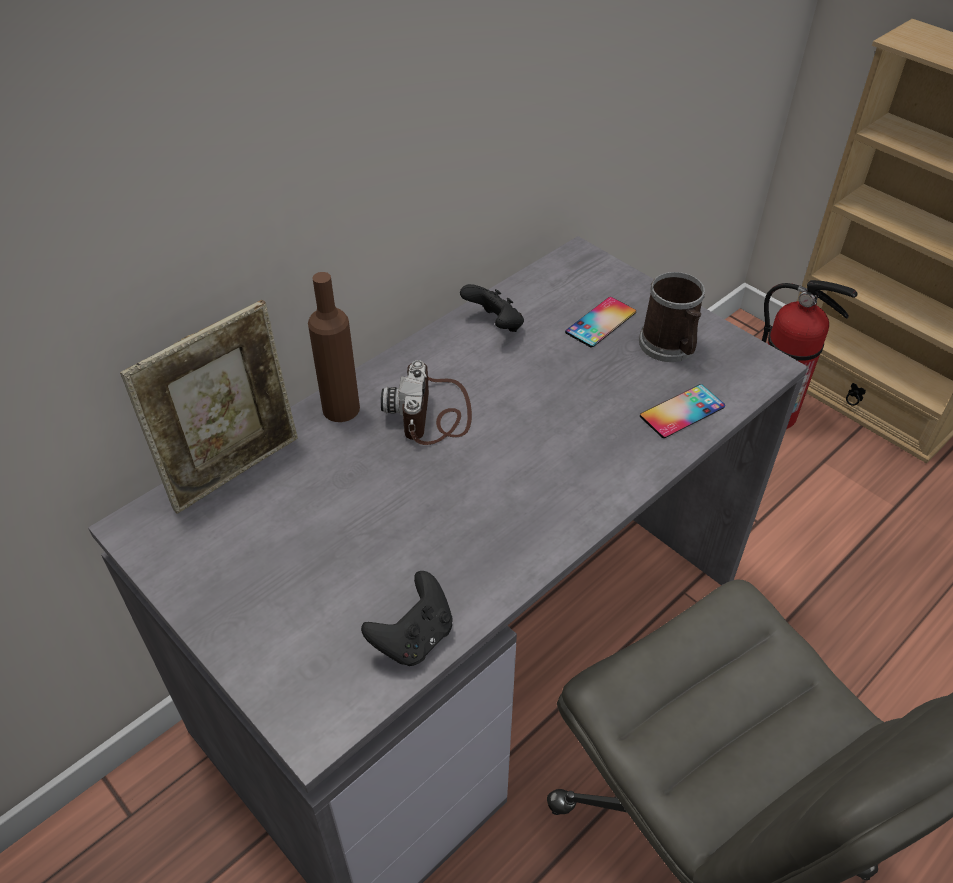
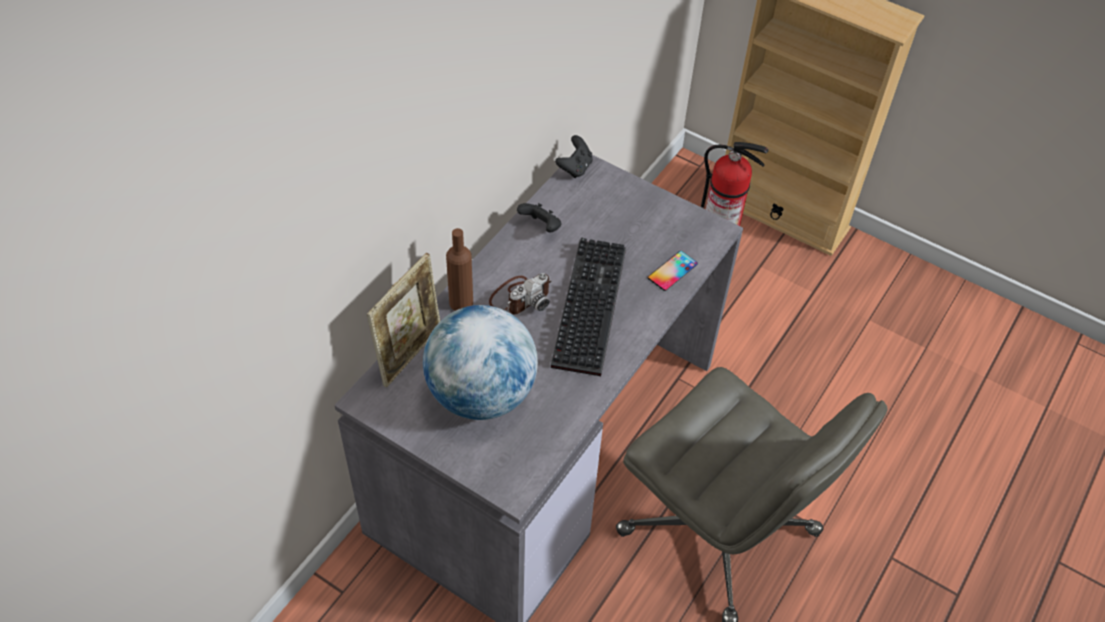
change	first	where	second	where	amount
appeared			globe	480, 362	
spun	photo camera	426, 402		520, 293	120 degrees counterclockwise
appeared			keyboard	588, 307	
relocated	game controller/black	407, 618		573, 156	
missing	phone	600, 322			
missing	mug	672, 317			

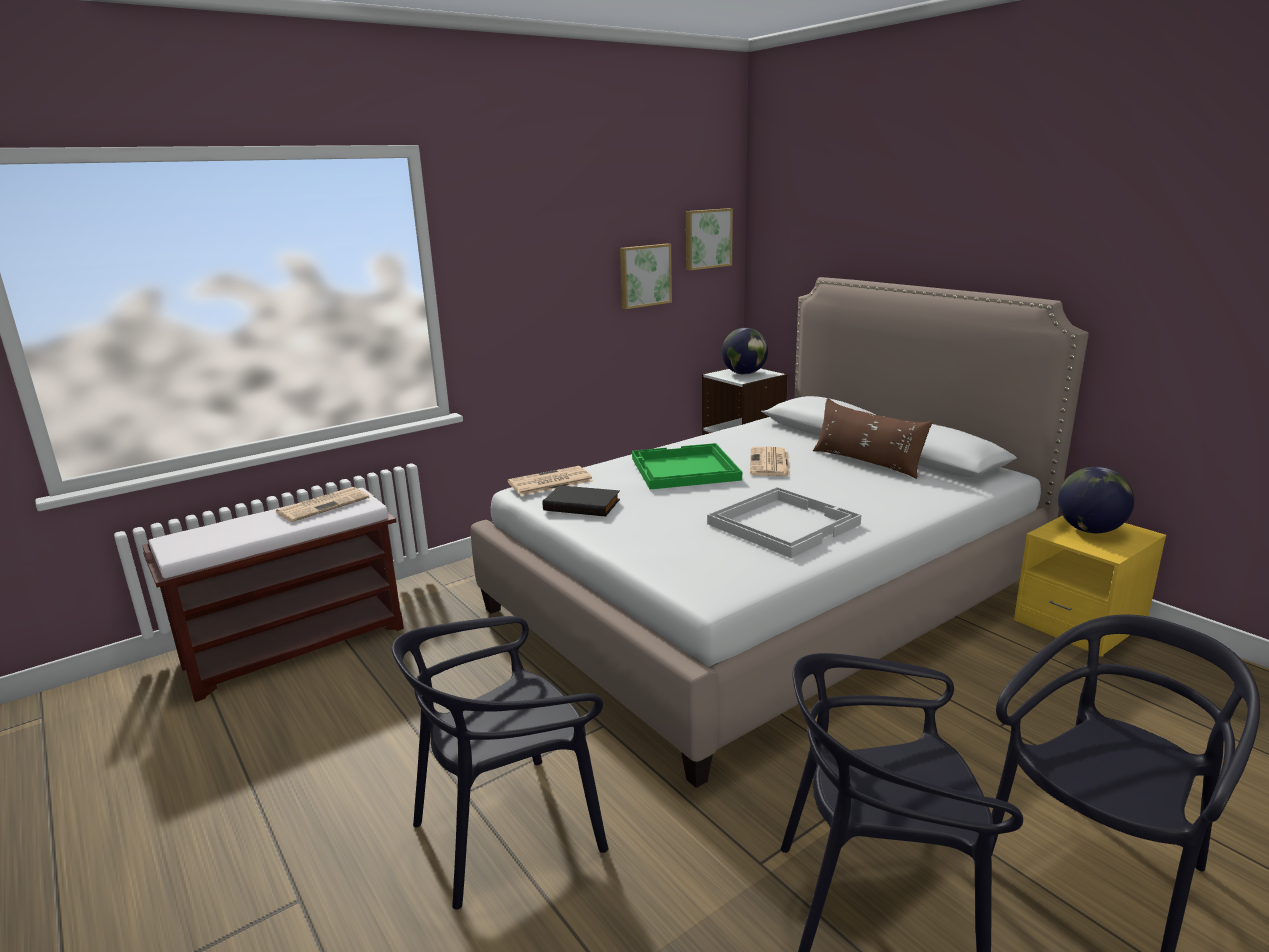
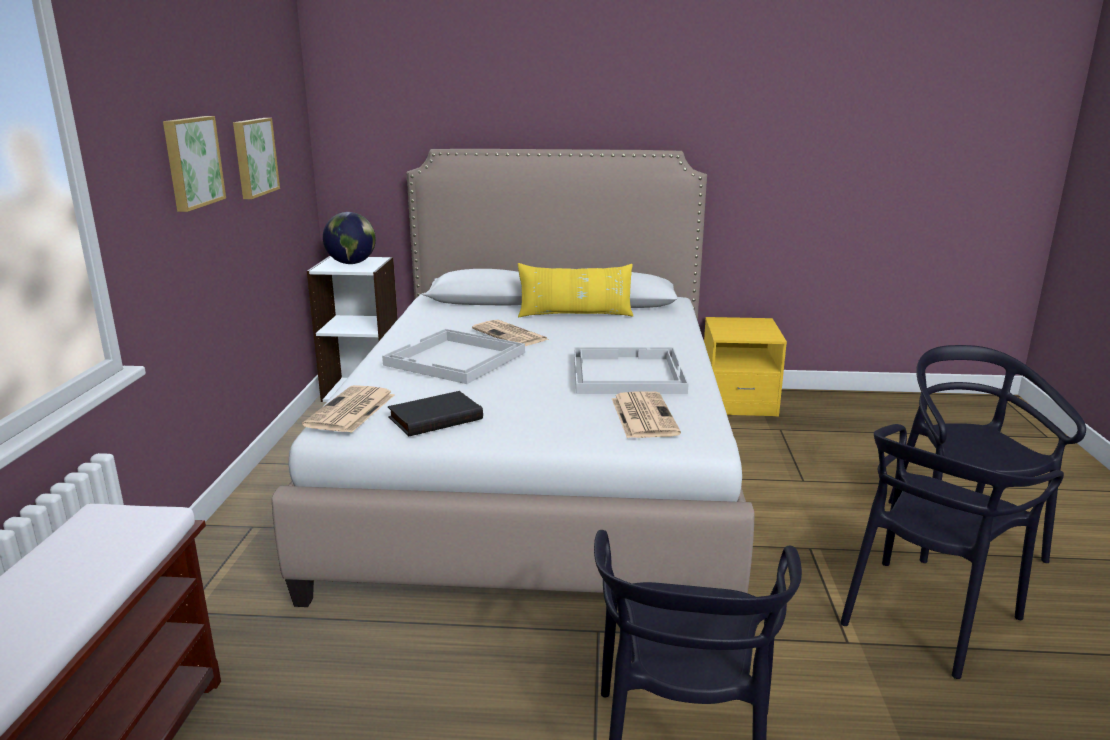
change	first	where	second	where	amount
relocated	picture	709, 239		194, 164	
colour	tray/green	687, 466	tray/white	453, 356	
colour	pillow/brown	872, 438	pillow/yellow	575, 290	
relocated	newspaper	322, 504		646, 414	
missing	globe	1096, 500			

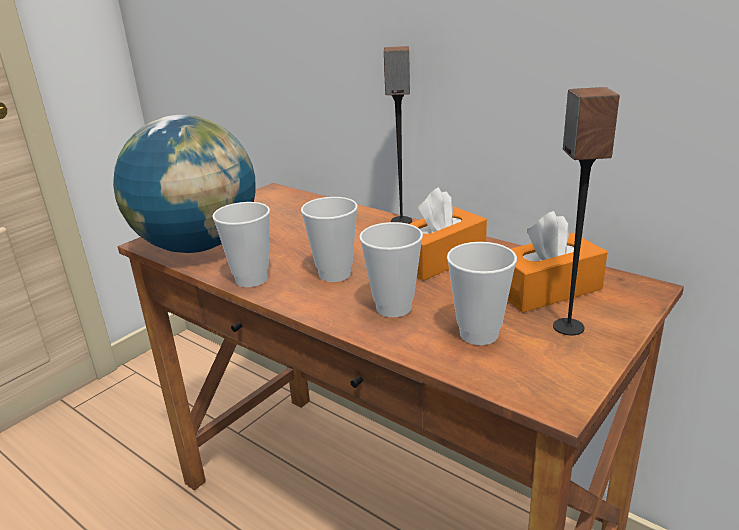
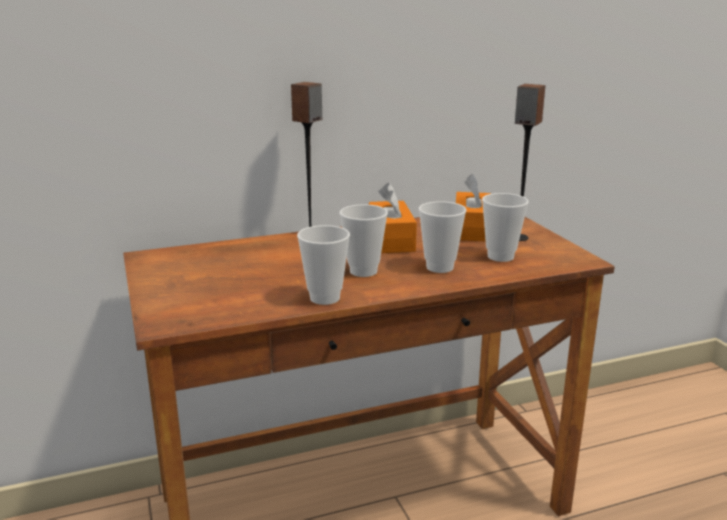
change	first	where	second	where	amount
missing	globe	184, 184			

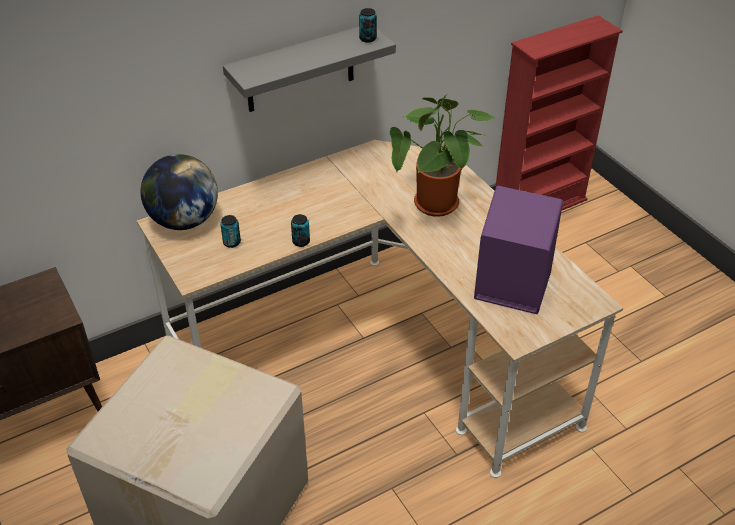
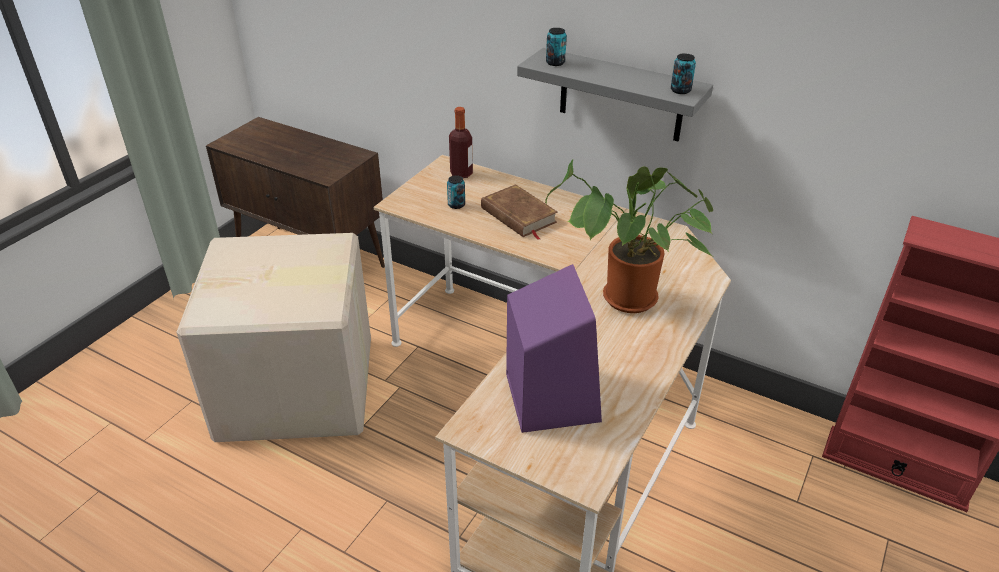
change	first	where	second	where	amount
exchanged	globe	179, 192	bottle	461, 142	
appeared			book/brown	519, 212	
relocated	can	300, 230		556, 47	

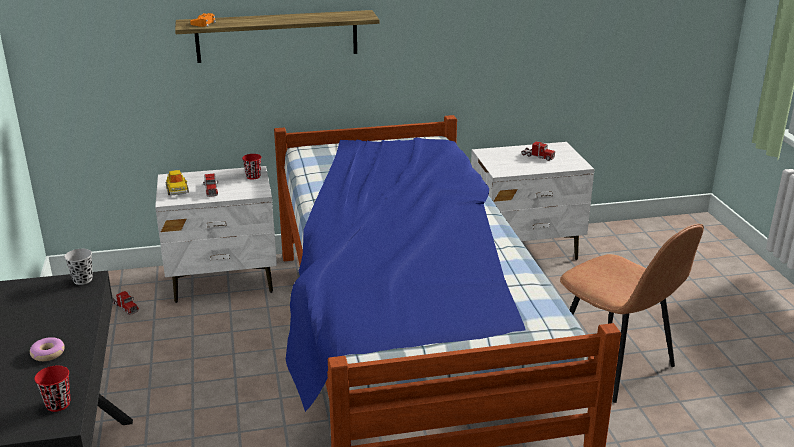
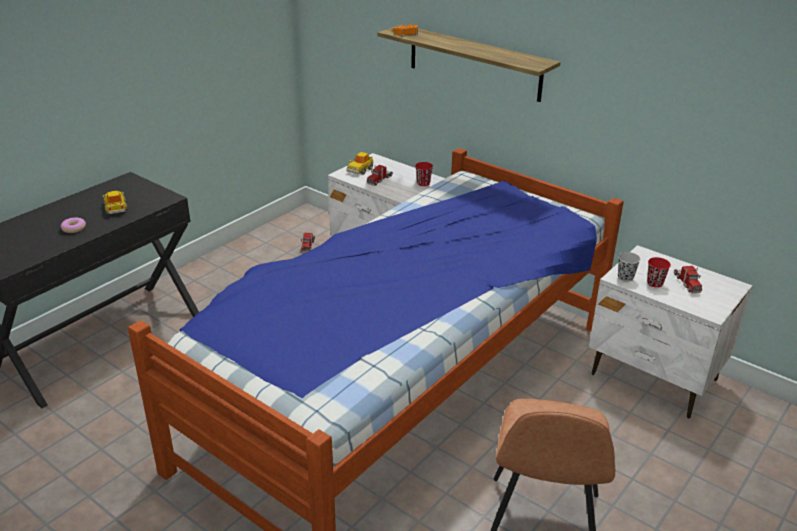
change	first	where	second	where	amount
appeared			toy car	115, 202	
relocated	cup/black	78, 267		629, 267	
relocated	cup/red	52, 389		659, 272	

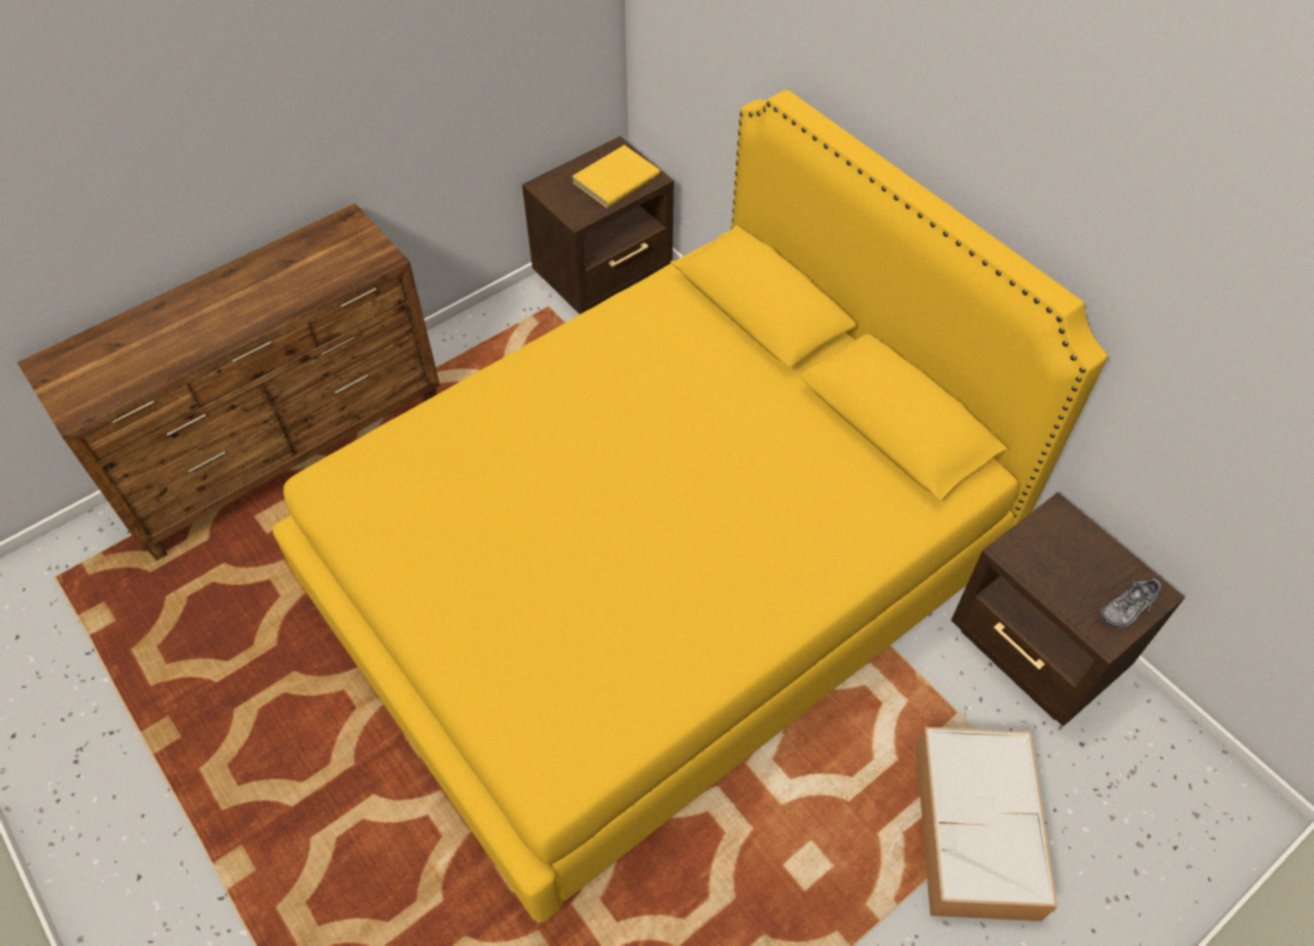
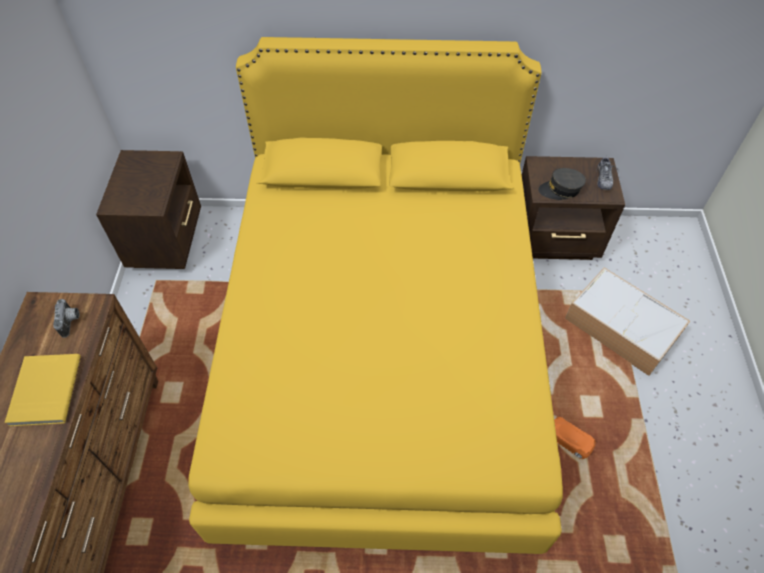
change	first	where	second	where	amount
relocated	book/yellow	616, 176		42, 390	
appeared			photo camera	66, 318	
appeared			cap/grey	562, 184	
appeared			toy car/orange	575, 438	

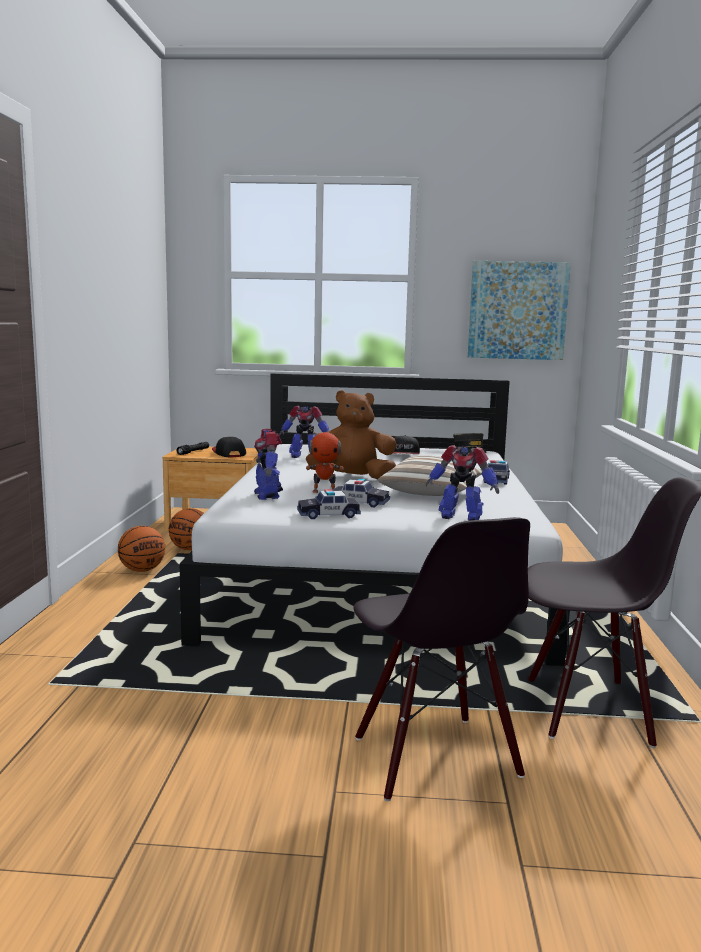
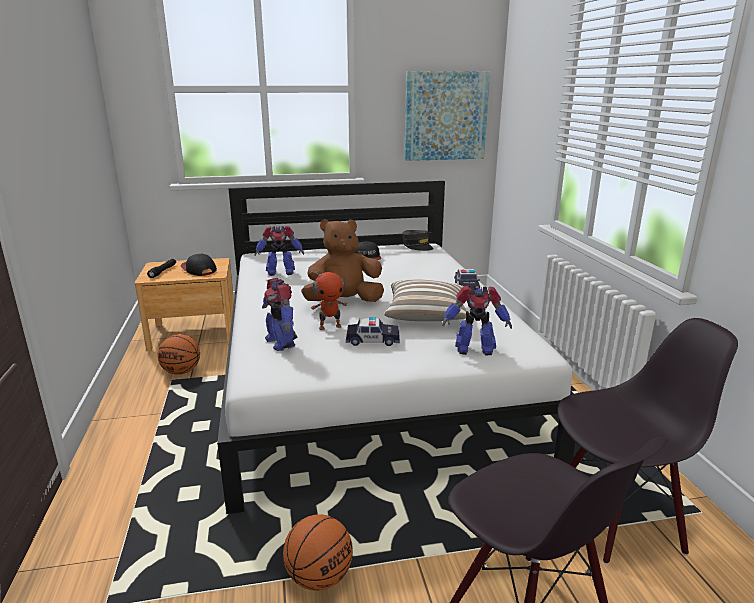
change	first	where	second	where	amount
relocated	basketball	141, 549		318, 552	
missing	toy car	329, 504			

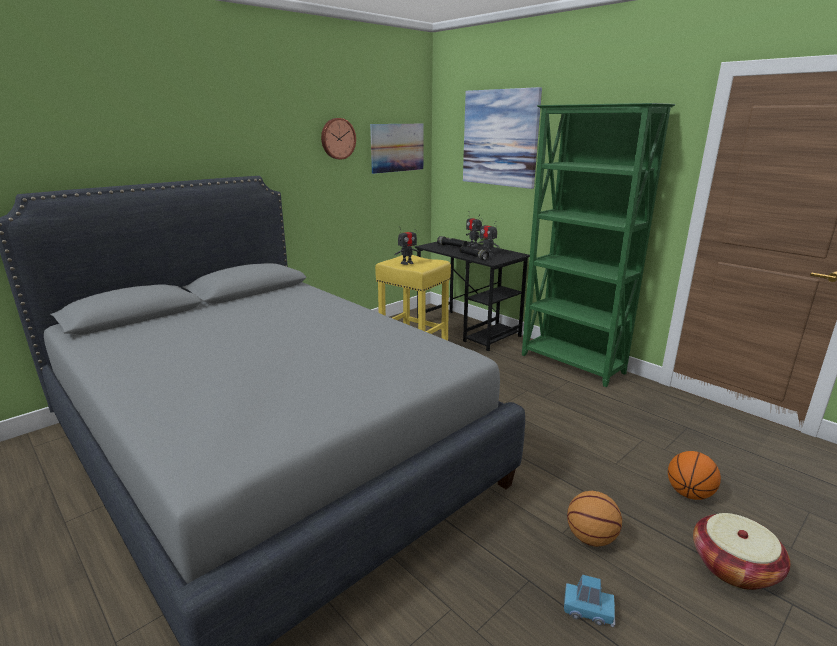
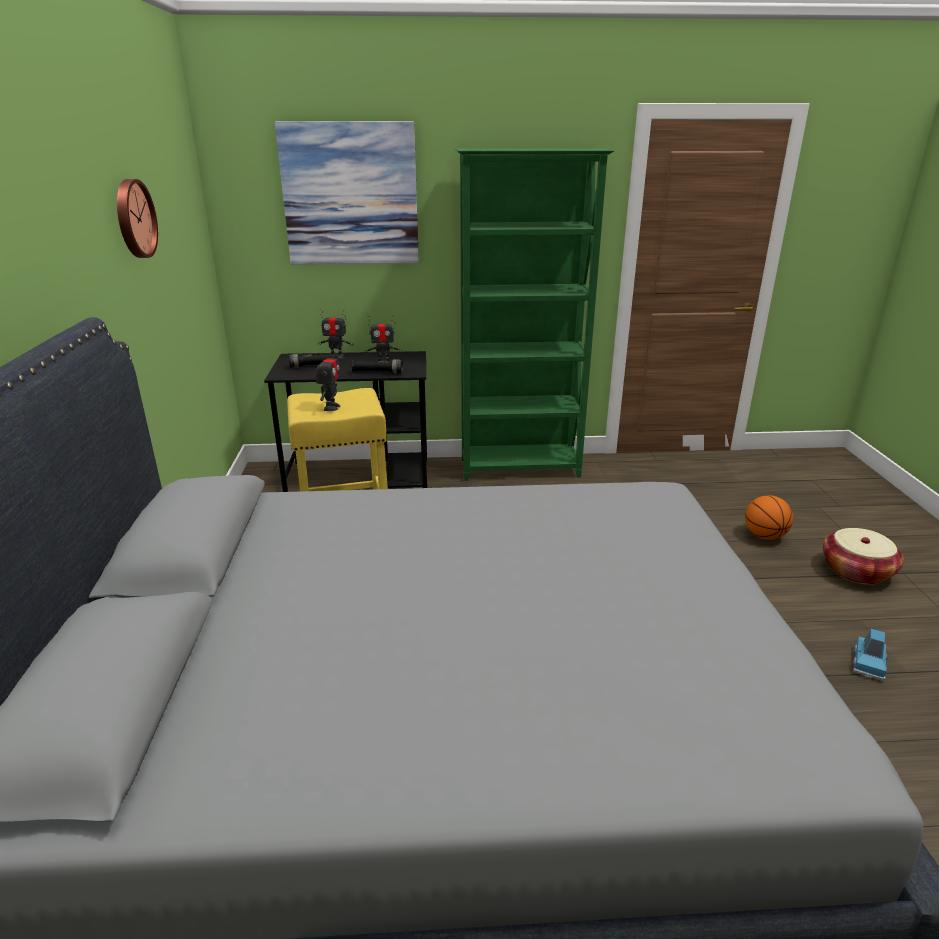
change	first	where	second	where	amount
spun	toy car/blue	589, 601		870, 654	150 degrees clockwise
missing	picture	397, 149			
missing	basketball	594, 519			

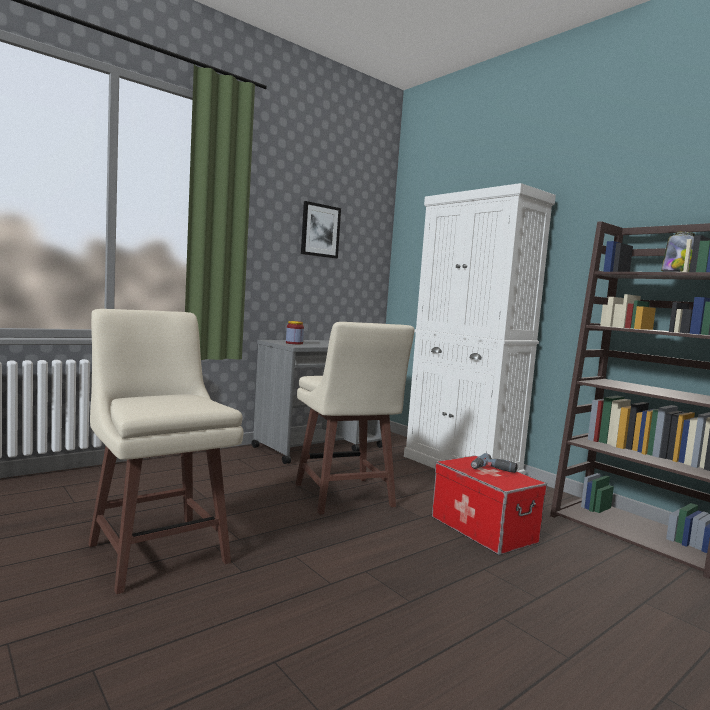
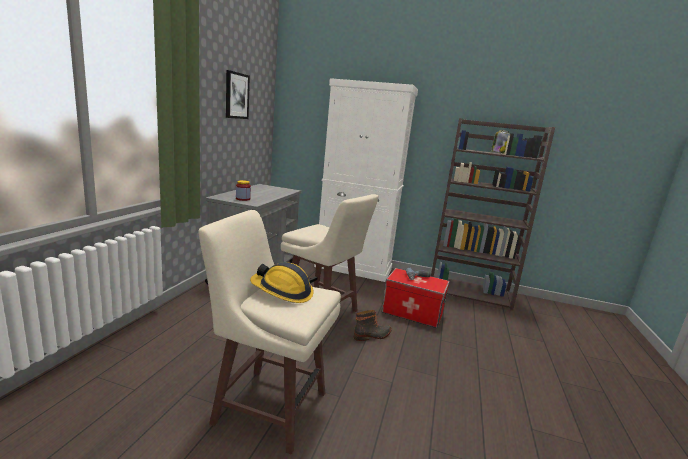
change	first	where	second	where	amount
appeared			hard hat	281, 282	
appeared			boot	373, 325	

